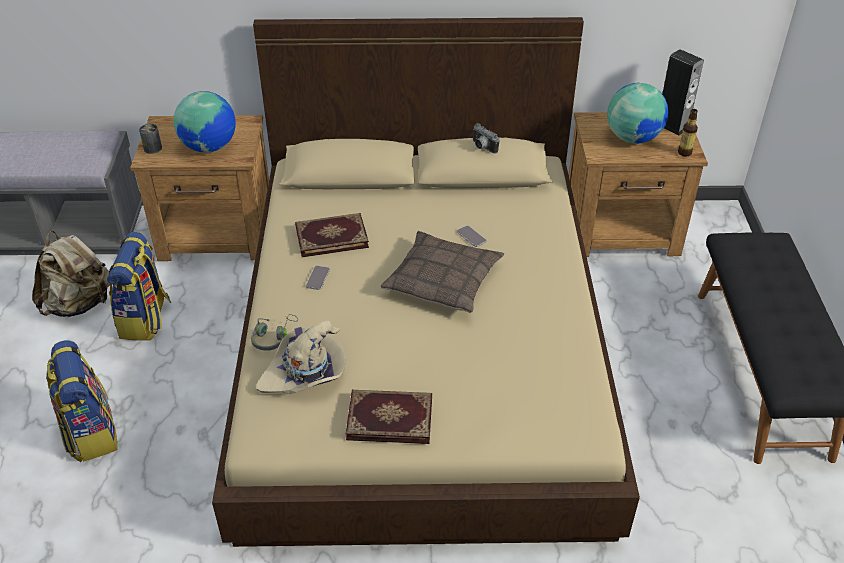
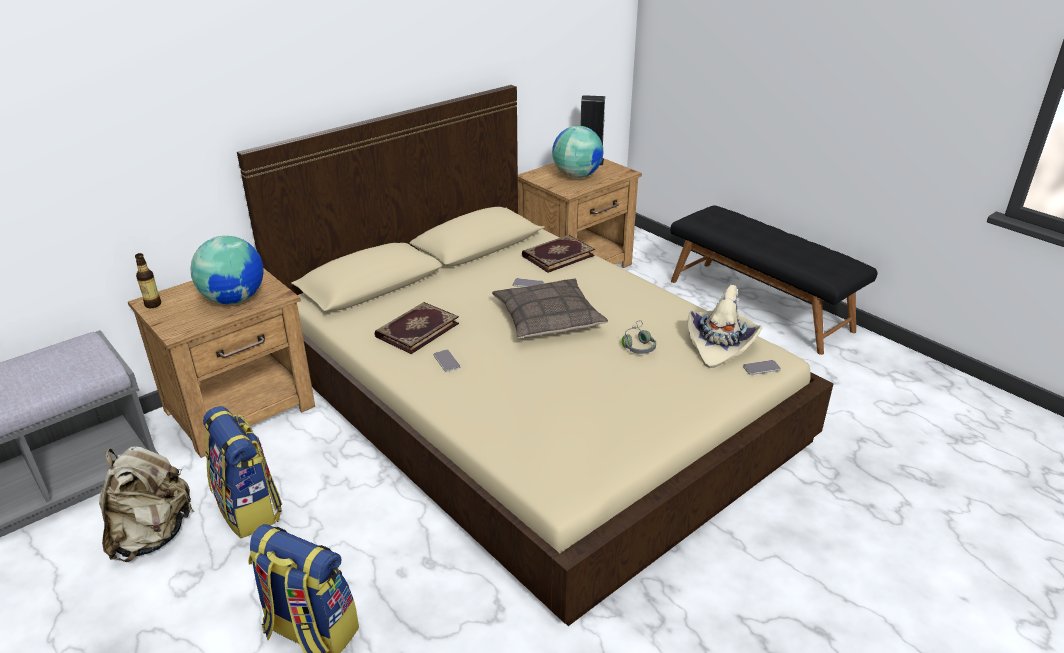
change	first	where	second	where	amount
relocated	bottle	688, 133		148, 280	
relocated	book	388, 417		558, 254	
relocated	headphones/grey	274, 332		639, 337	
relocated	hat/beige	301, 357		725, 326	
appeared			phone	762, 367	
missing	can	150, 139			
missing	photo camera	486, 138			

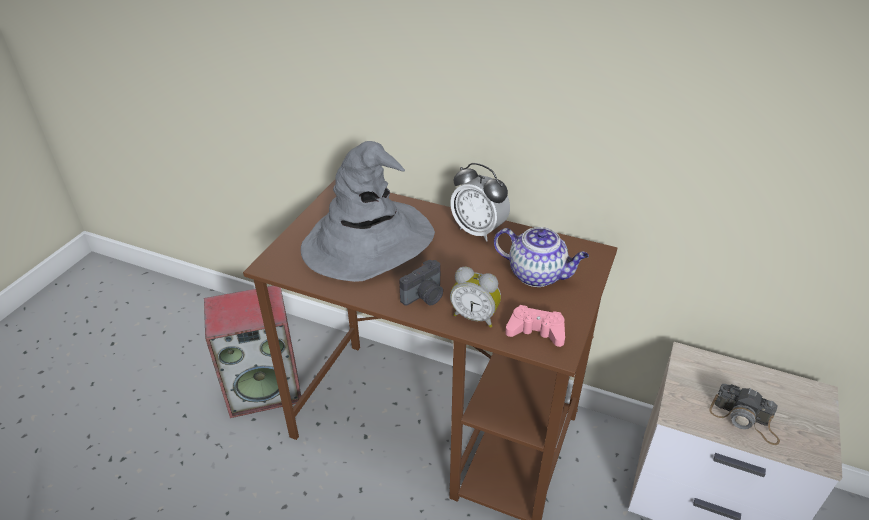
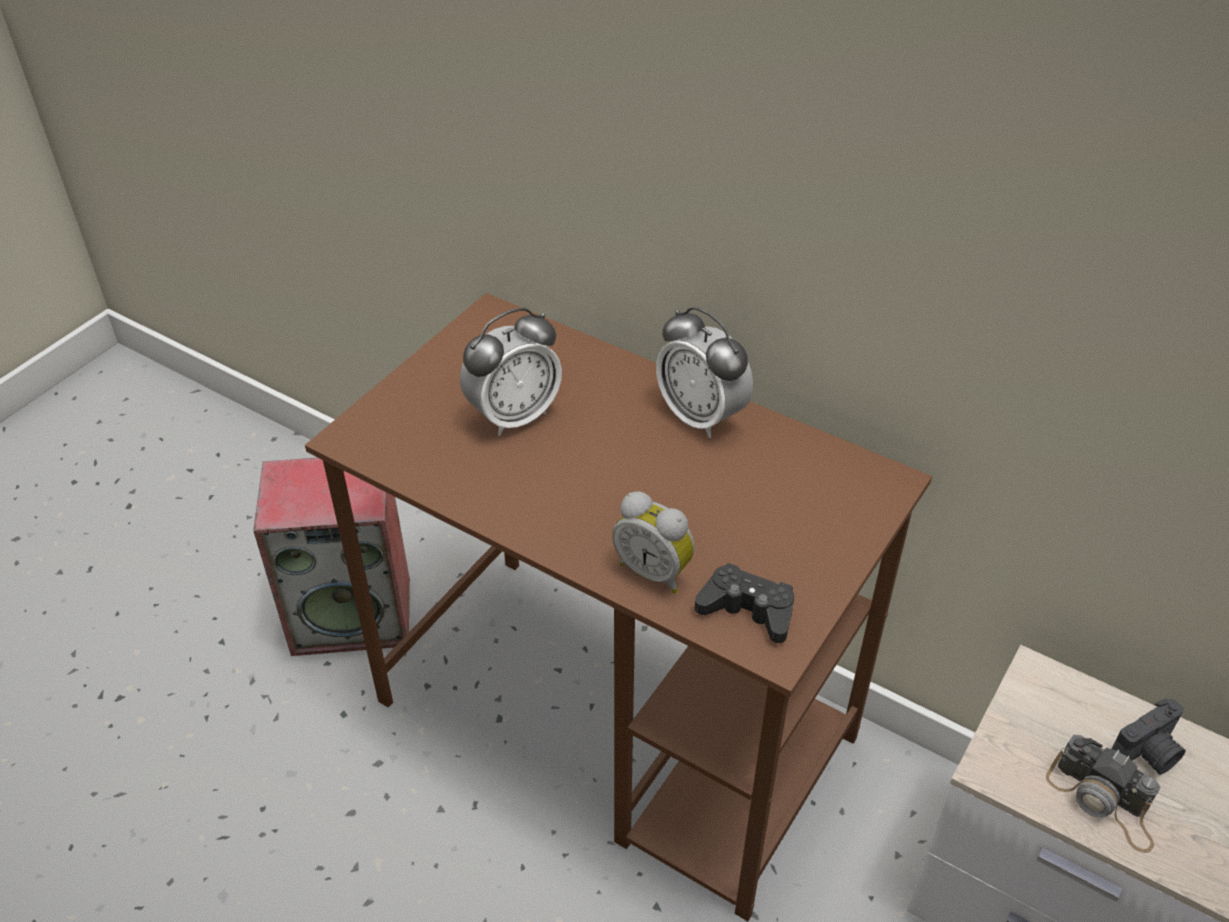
change	first	where	second	where	amount
exchanged	hat/grey	368, 211	alarm clock	511, 372	
colour	game controller/pink	535, 326	game controller/black	744, 603	
relocated	photo camera	421, 282		1148, 736	
missing	teapot	541, 257			

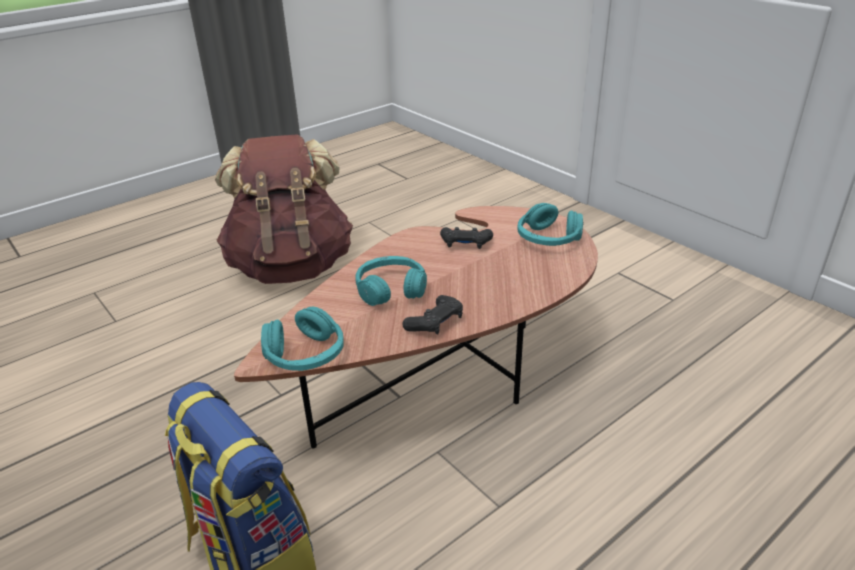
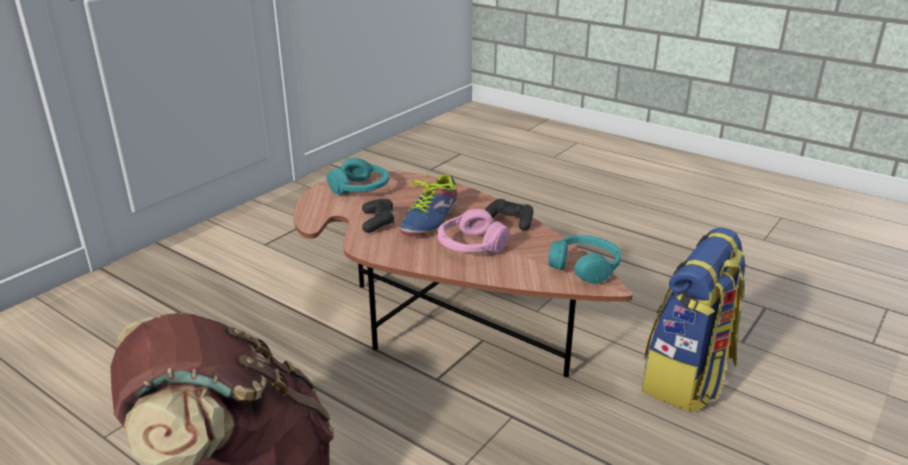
change	first	where	second	where	amount
appeared			shoe	428, 202	
colour	headphones/turquoise	391, 281	headphones/pink	473, 231	

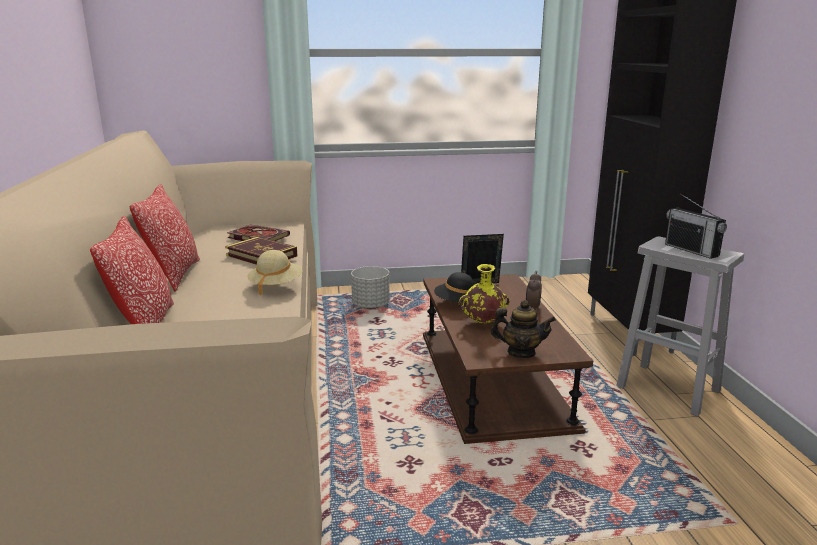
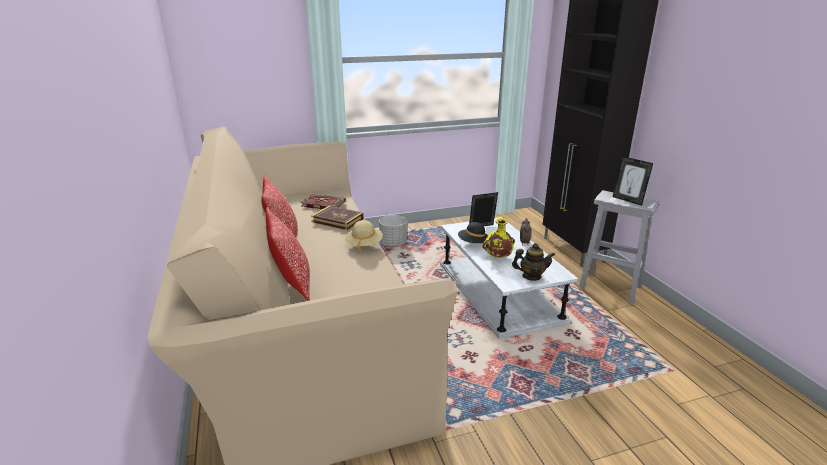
change	first	where	second	where	amount
colour	coffee table/brown	508, 359	coffee table/white	509, 278	
exchanged	radio	696, 226	picture frame	632, 181	

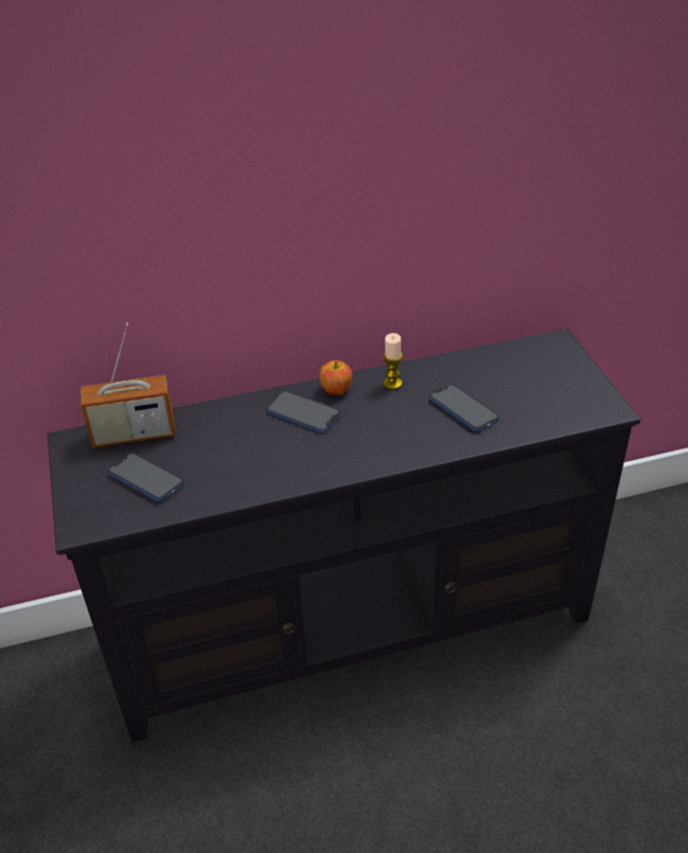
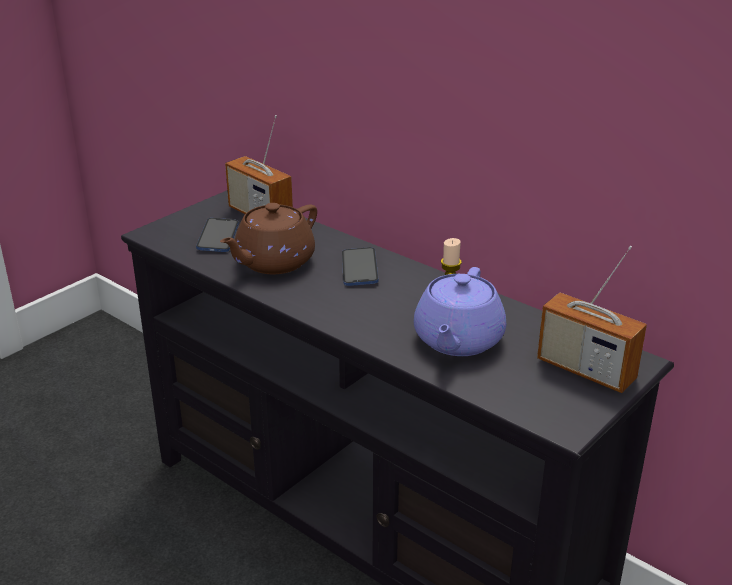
change	first	where	second	where	amount
appeared			teapot/brown	268, 238	
exchanged	phone	464, 407	teapot/purple	460, 311	
appeared			radio	592, 319	
missing	apple	336, 377			

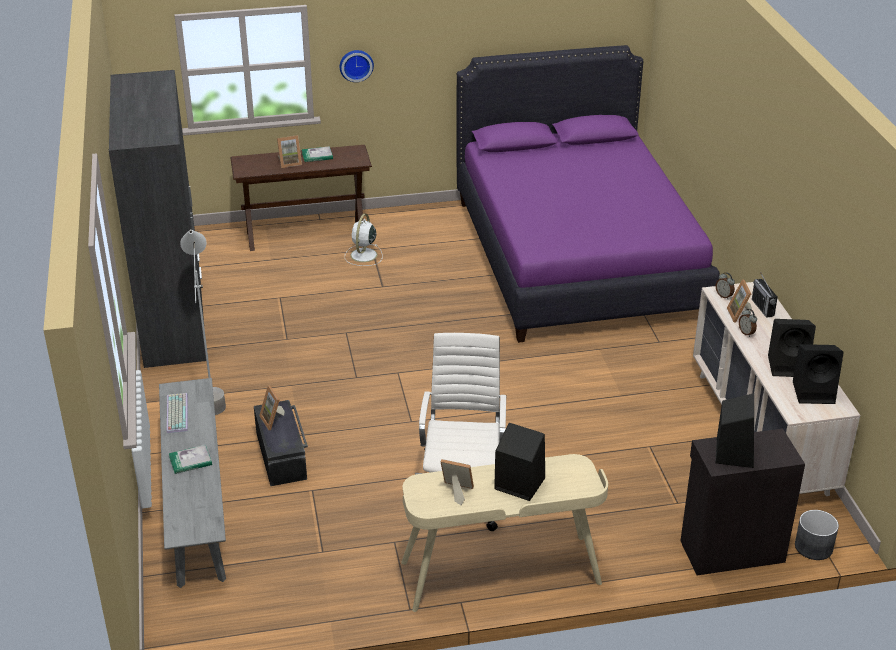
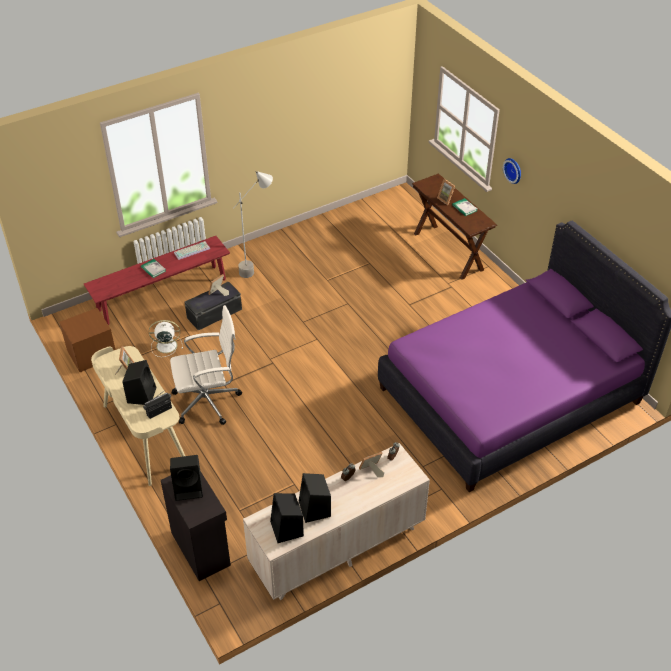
change	first	where	second	where	amount
appeared			nightstand/brown	87, 340	
colour	bench/grey	192, 483	bench/red	157, 280	
relocated	radio	765, 296		157, 405	
relocated	fan/white	364, 240		166, 338	
missing	wardrobe/grey	157, 219			
missing	planter/grey	817, 535			

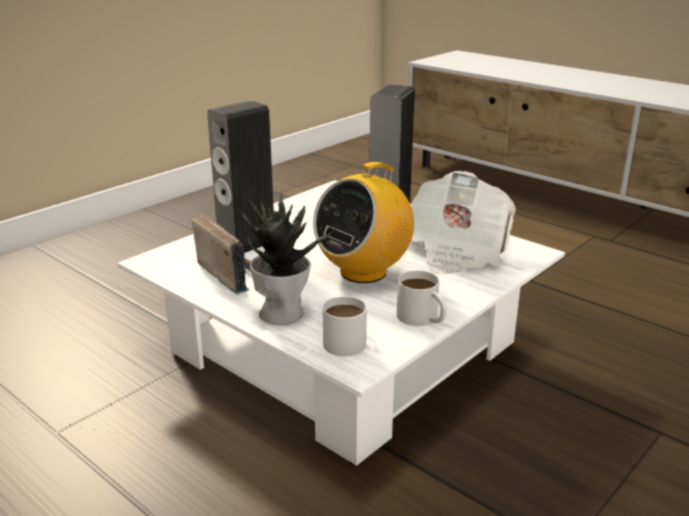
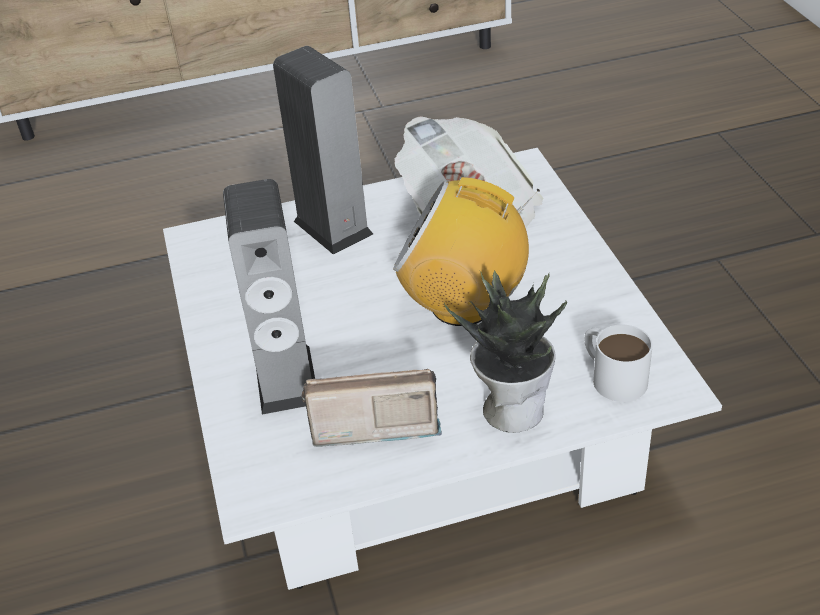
change	first	where	second	where	amount
spun	radio	363, 222		466, 251	120 degrees clockwise
missing	mug/white	422, 298			

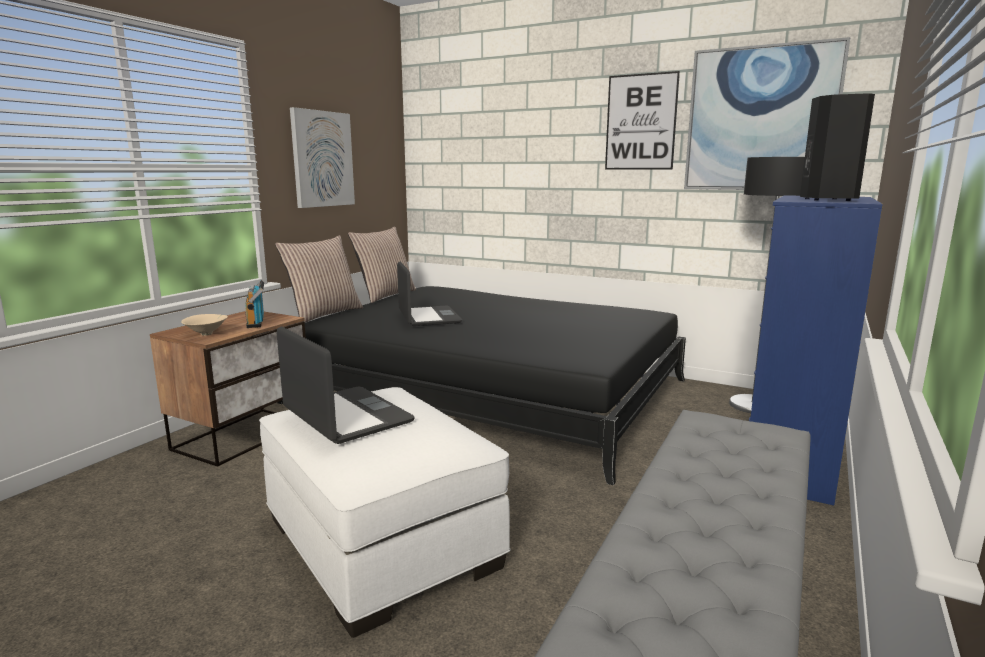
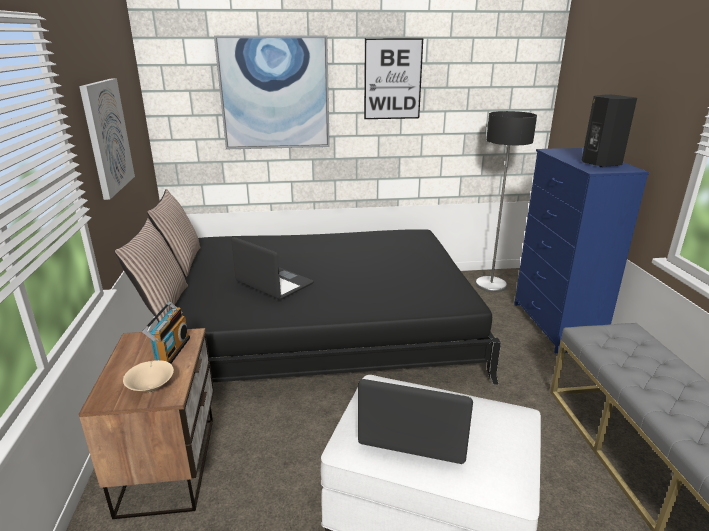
change	first	where	second	where	amount
spun	radio	254, 304		166, 333	120 degrees counterclockwise
relocated	picture	767, 113		272, 92	

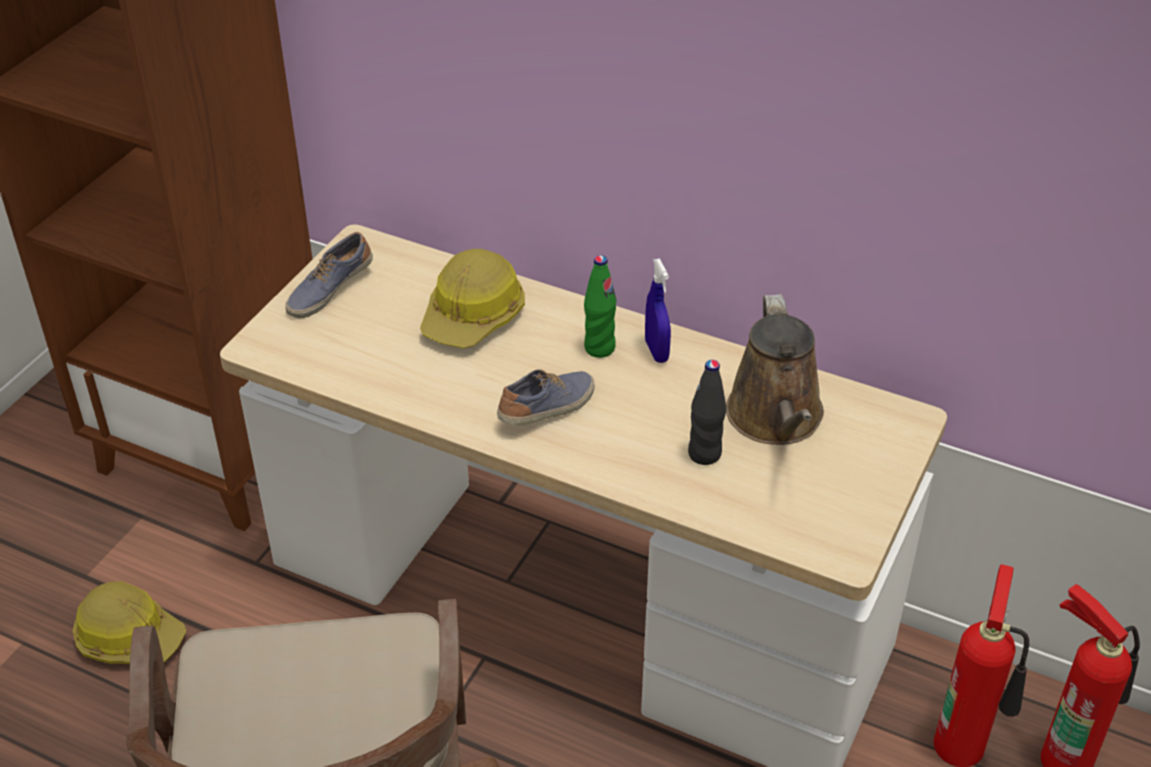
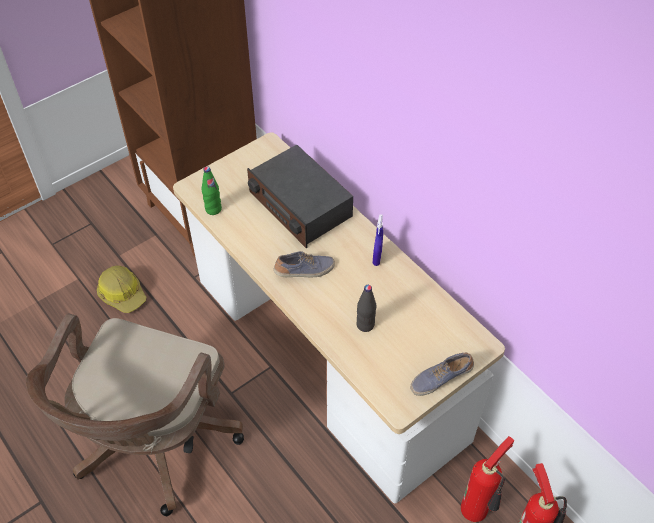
change	first	where	second	where	amount
relocated	bottle/green	600, 306		212, 191	
exchanged	hard hat	472, 298	radio	300, 196	
relocated	shoe	329, 275		442, 374	
missing	watering can/brown	775, 369			

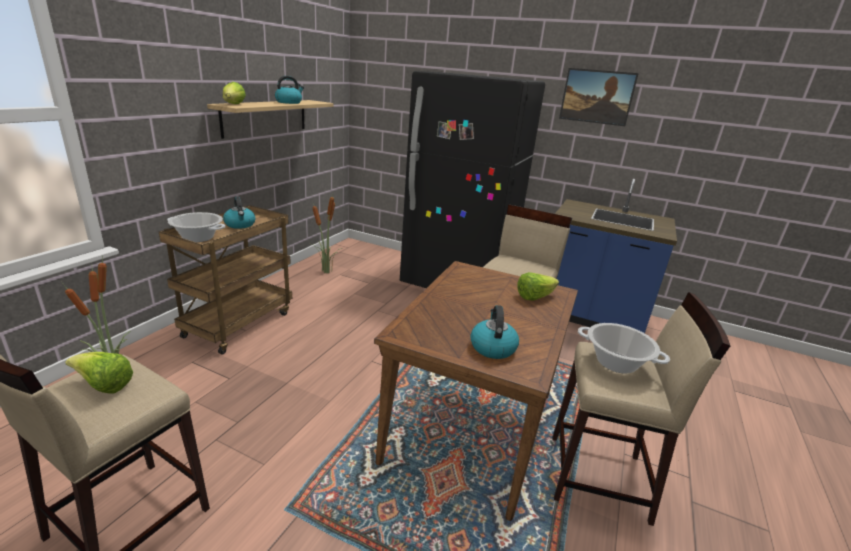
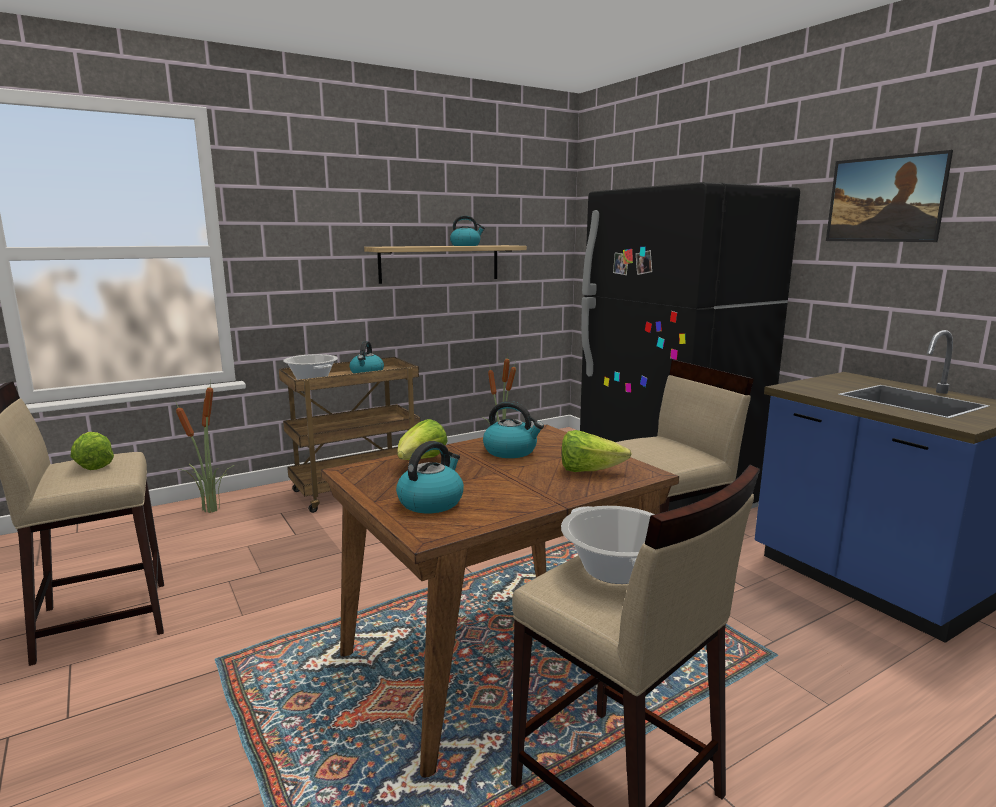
change	first	where	second	where	amount
relocated	lettuce	234, 93		422, 439	
appeared			kettle	513, 429	

